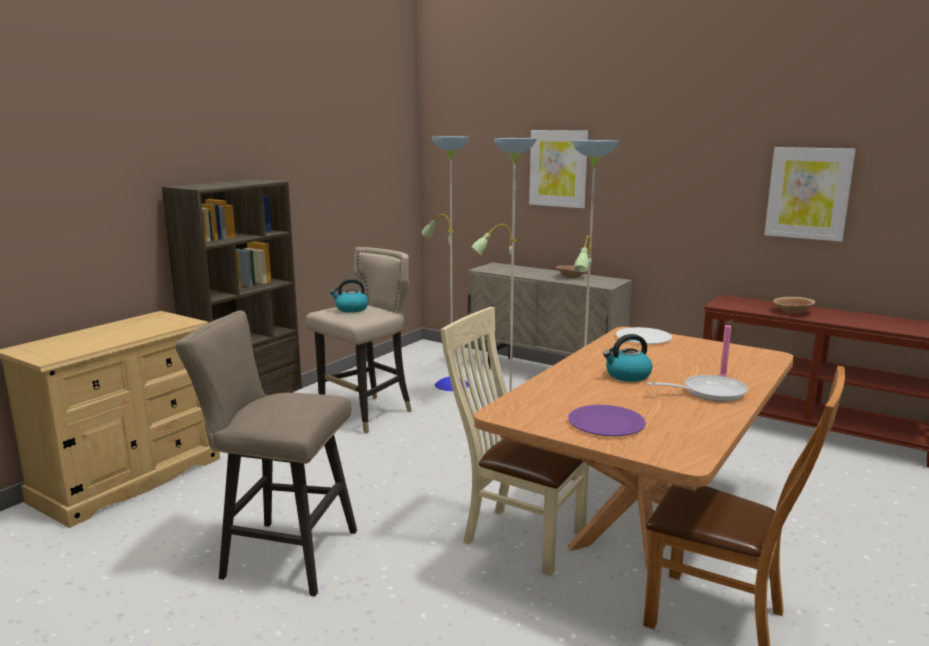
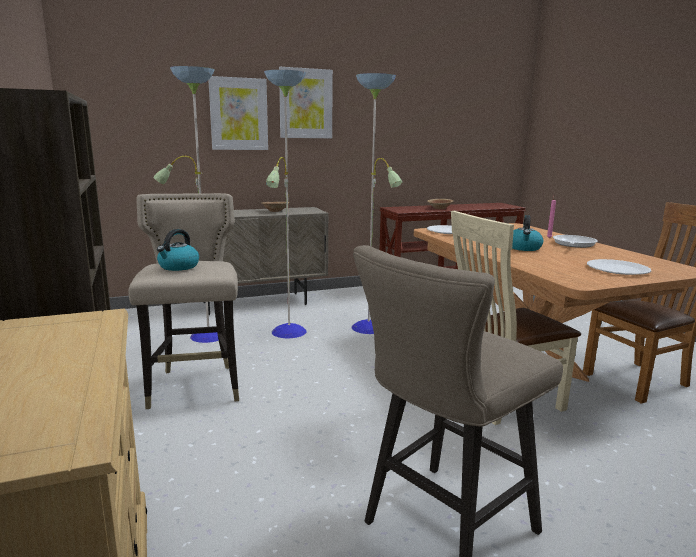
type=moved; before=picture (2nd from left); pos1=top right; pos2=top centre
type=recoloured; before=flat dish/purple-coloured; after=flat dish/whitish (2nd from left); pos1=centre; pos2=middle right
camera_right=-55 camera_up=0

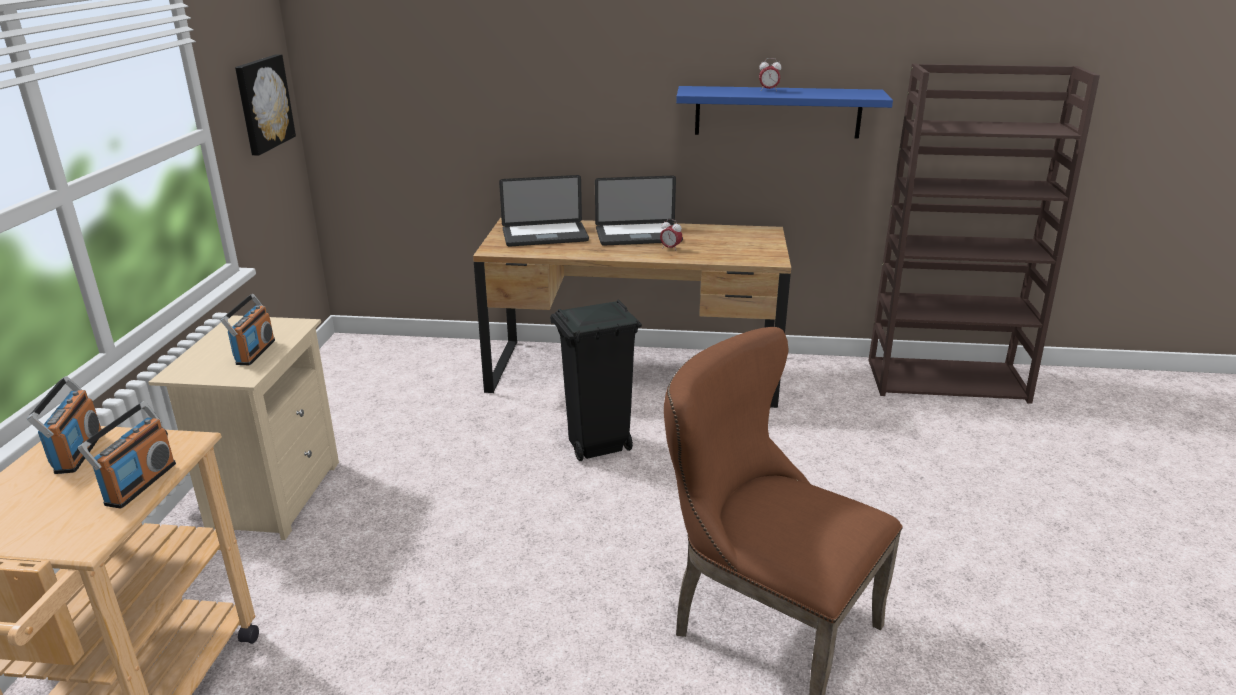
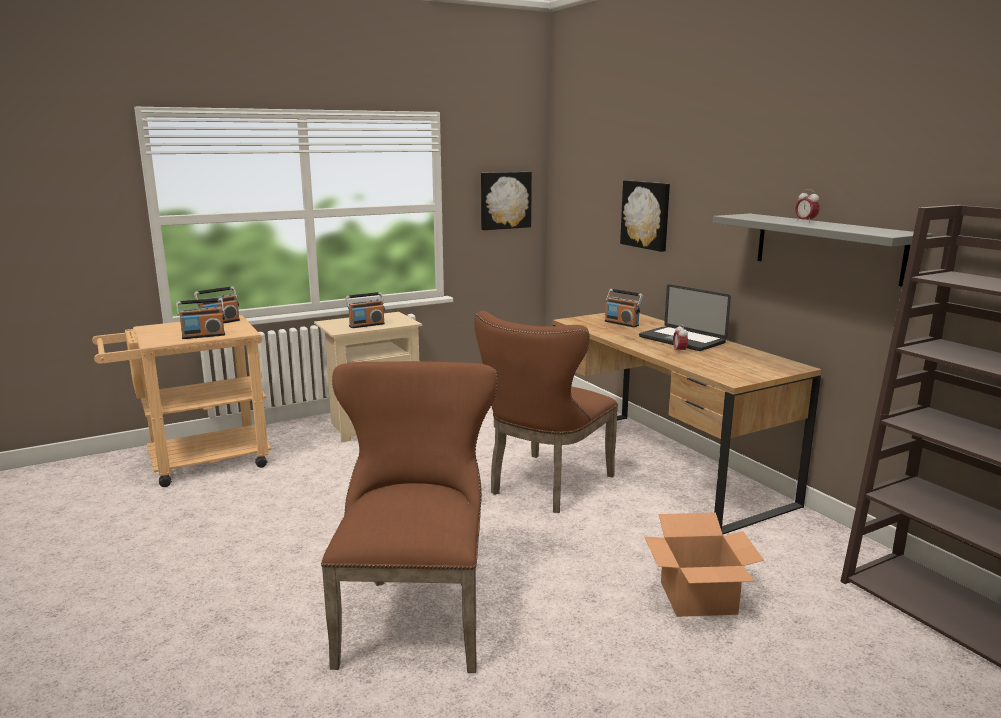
type=replaced; before=trash can/blackish; after=chair/brown-coloured (2nd from left); pos1=centre; pos2=centre
type=replaced; before=laptop (1st from left); after=radio set (4th from left); pos1=top centre; pos2=centre
type=added; after=picture (2nd from left); pos2=top centre
type=added; after=carton; pos2=bottom right
type=recoloured; before=shelf/blue-coloured; after=shelf/grey; pos1=top centre; pos2=middle right
camera_right=55 camera_up=-10

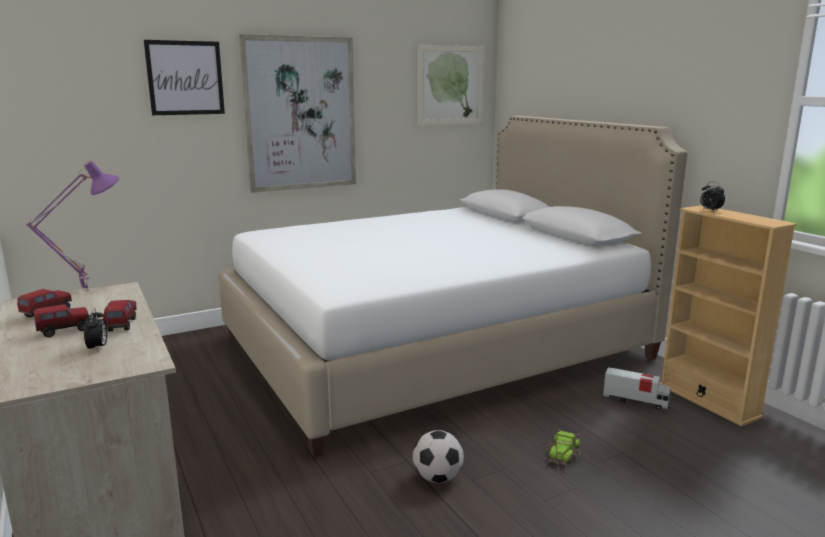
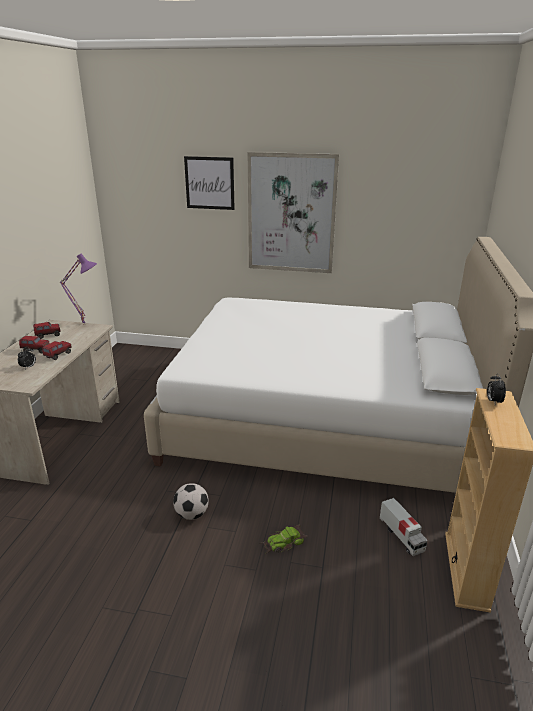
type=removed; before=picture (3rd from left); pos1=top centre
camera_right=40 camera_up=10

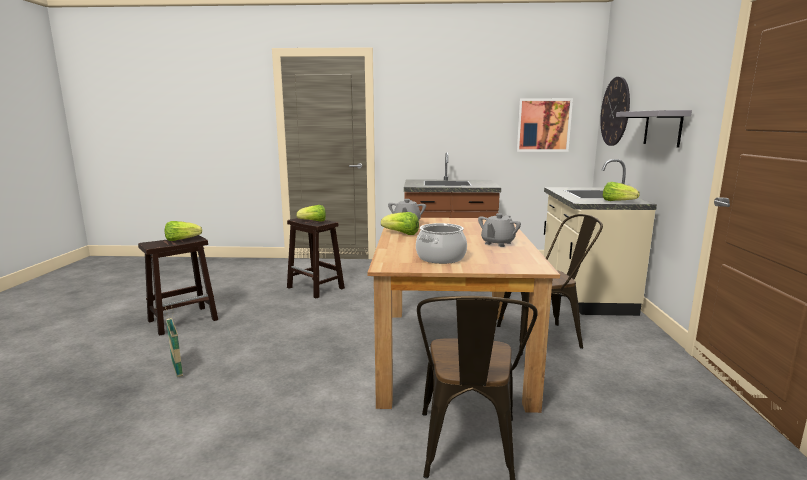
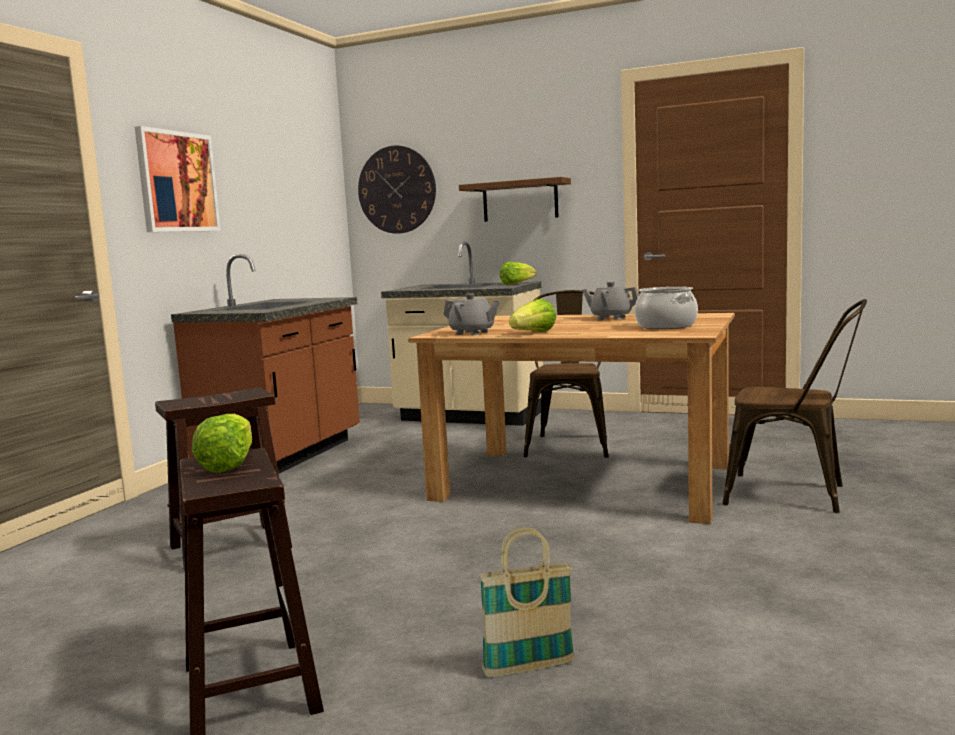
type=moved; before=picture; pos1=top right; pos2=top left
type=recoloured; before=shelf/grey; after=shelf/brown-coloured; pos1=top right; pos2=top centre
type=turned; before=tea pot/grey (2nd from left); pos1=centre; pos2=centre; turn=150
type=removed; before=lettuce head (2nd from left); pos1=centre
camera_right=-70 camera_up=-5

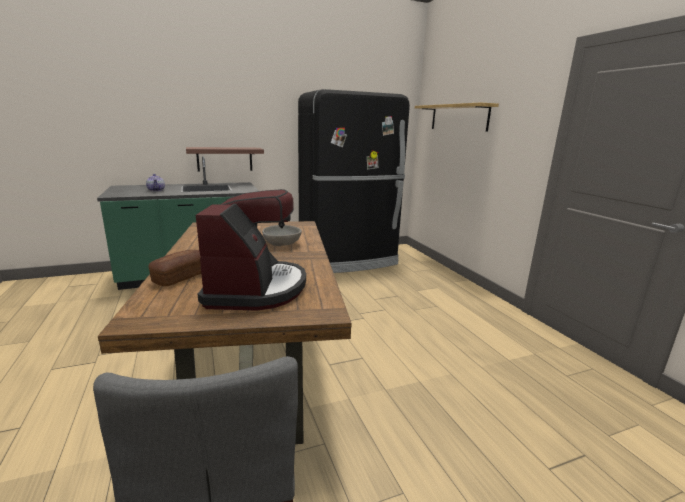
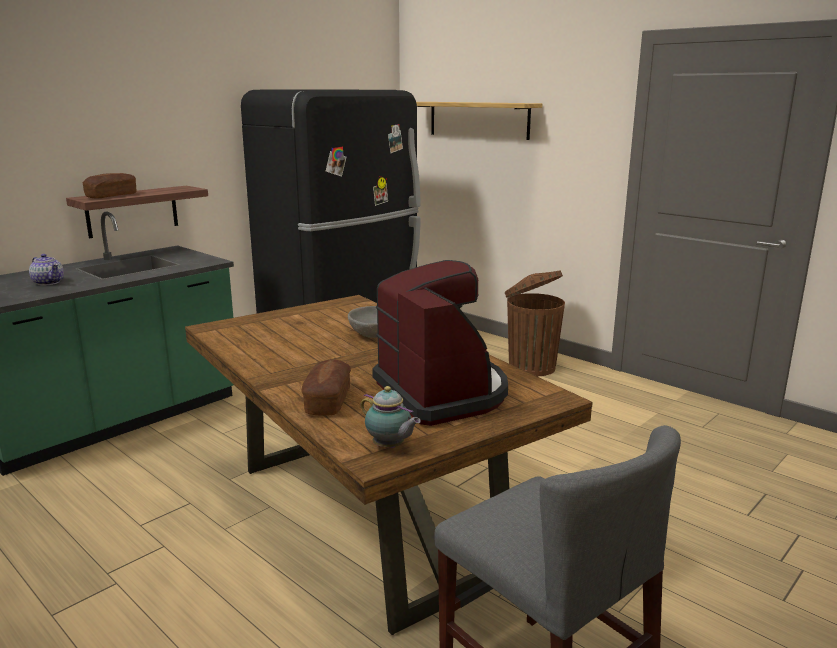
type=added; after=bakery bread (1st from left); pos2=top left
type=added; after=tea pot (2nd from left); pos2=centre
type=added; after=trash can/brown-coloured; pos2=centre
camera_right=-25 camera_up=0

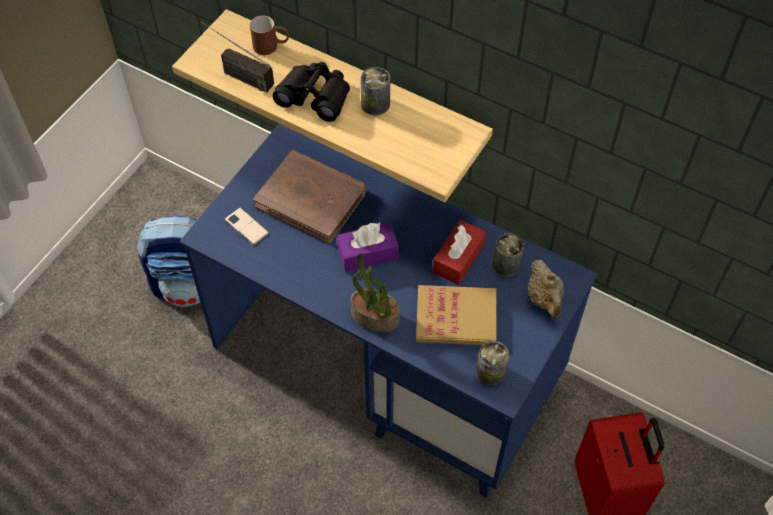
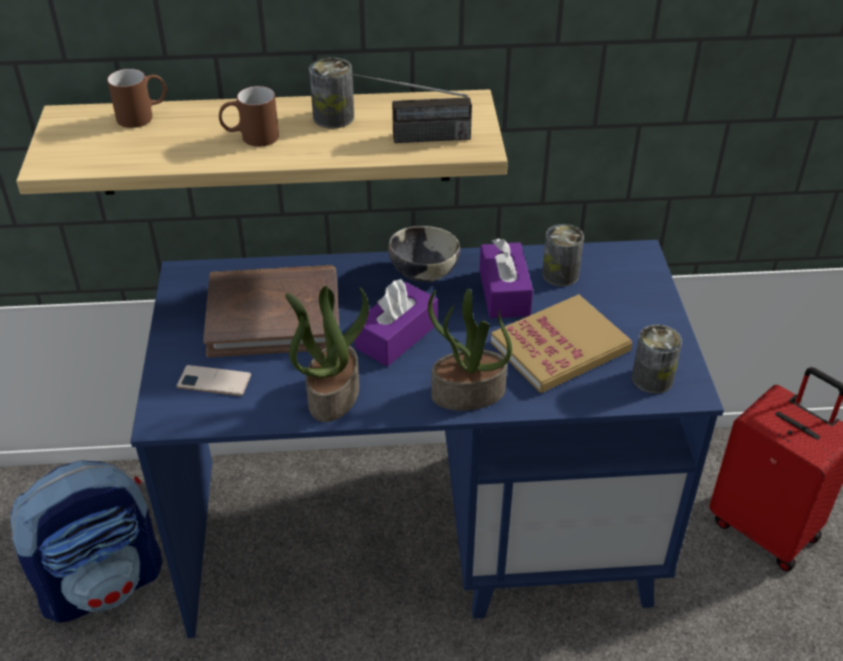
type=replaced; before=field glasses/blackish; after=coffee mug/brown-coloured (2nd from left); pos1=top centre; pos2=top left
type=added; after=houseplant (1st from left); pos2=centre
type=moved; before=radio set; pos1=top left; pos2=top centre
type=added; after=deep dish; pos2=centre
type=recoloured; before=tissue box/reddish; after=tissue box/purple-coloured (2nd from left); pos1=centre; pos2=centre
type=removed; before=tea pot/sand-coloured; pos1=middle right
camera_right=-35 camera_up=-15

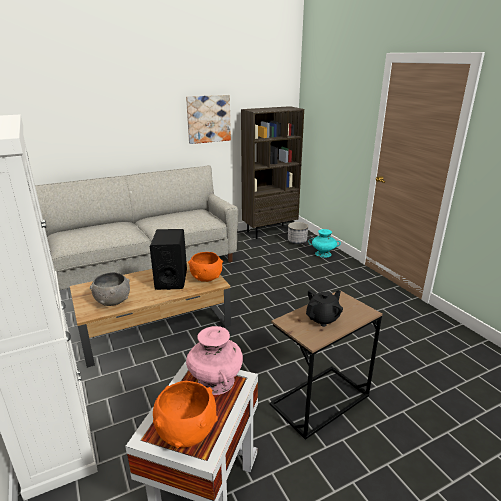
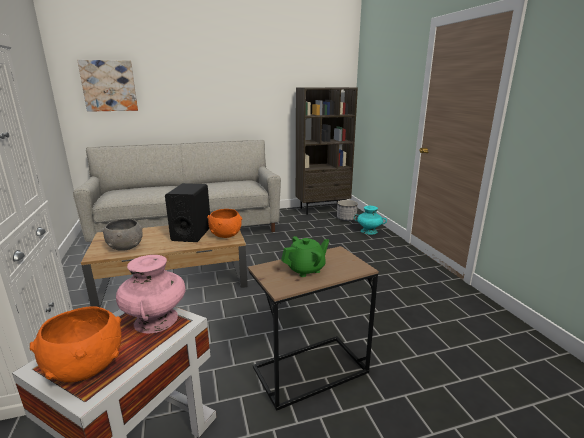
type=moved; before=picture; pos1=top centre; pos2=top left
type=recoloured; before=tea pot/blackish; after=tea pot/greenish; pos1=centre; pos2=centre
camera_right=10 camera_up=-5

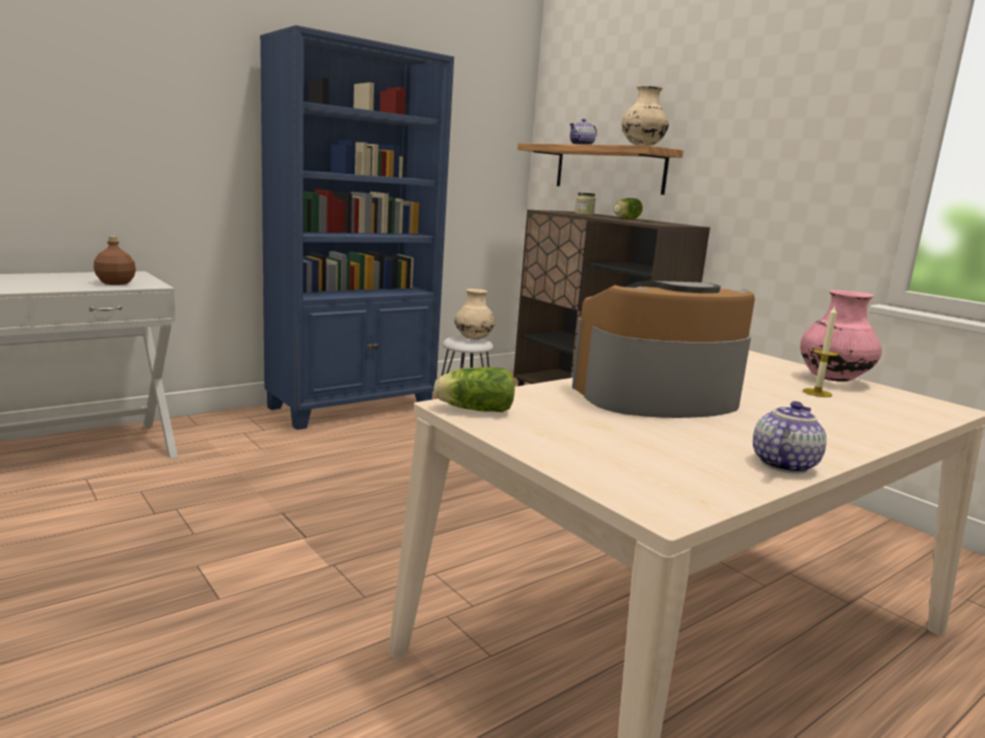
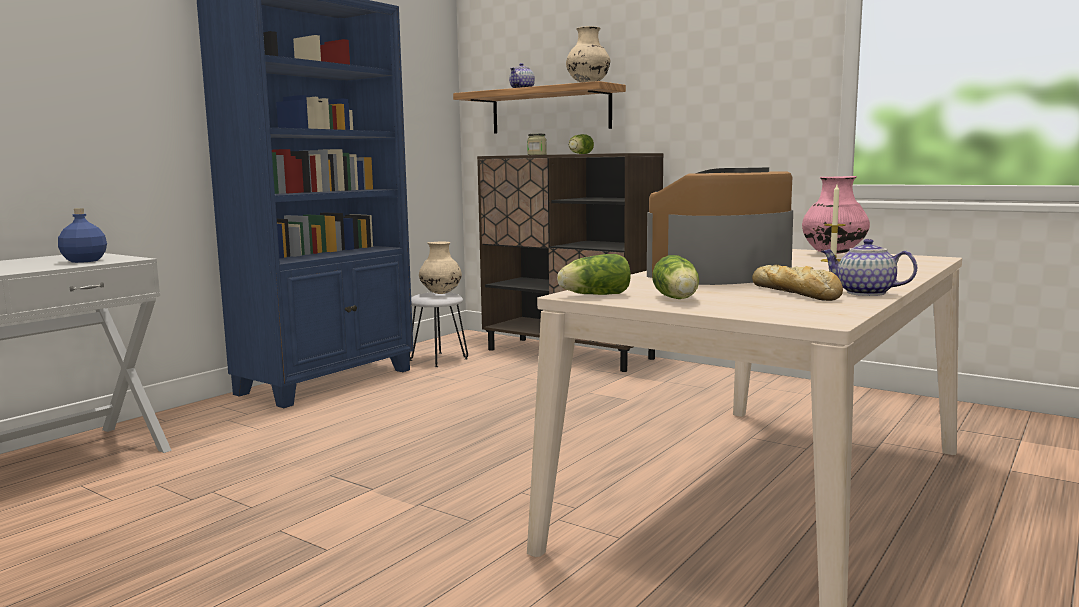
type=recoloured; before=beverage bottle/brown-coloured; after=beverage bottle/blue-coloured; pos1=middle left; pos2=middle left
type=added; after=lettuce head (3rd from left); pos2=centre
type=added; after=bakery bread; pos2=middle right
type=turned; before=tea pot (2nd from left); pos1=middle right; pos2=middle right; turn=-75
camera_right=-15 camera_up=-5

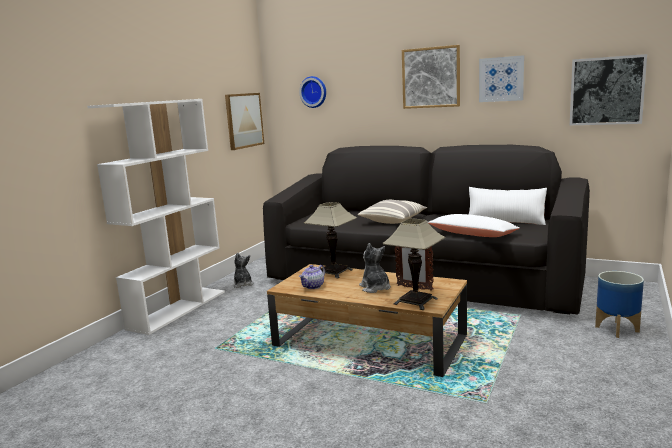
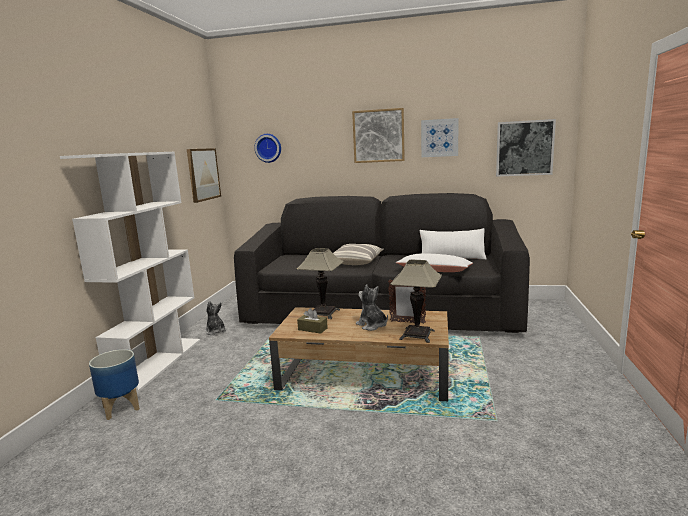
type=moved; before=planter; pos1=bottom right; pos2=bottom left
type=replaced; before=tea pot; after=tissue box/brown-coloured; pos1=centre; pos2=centre
camera_right=-15 camera_up=0

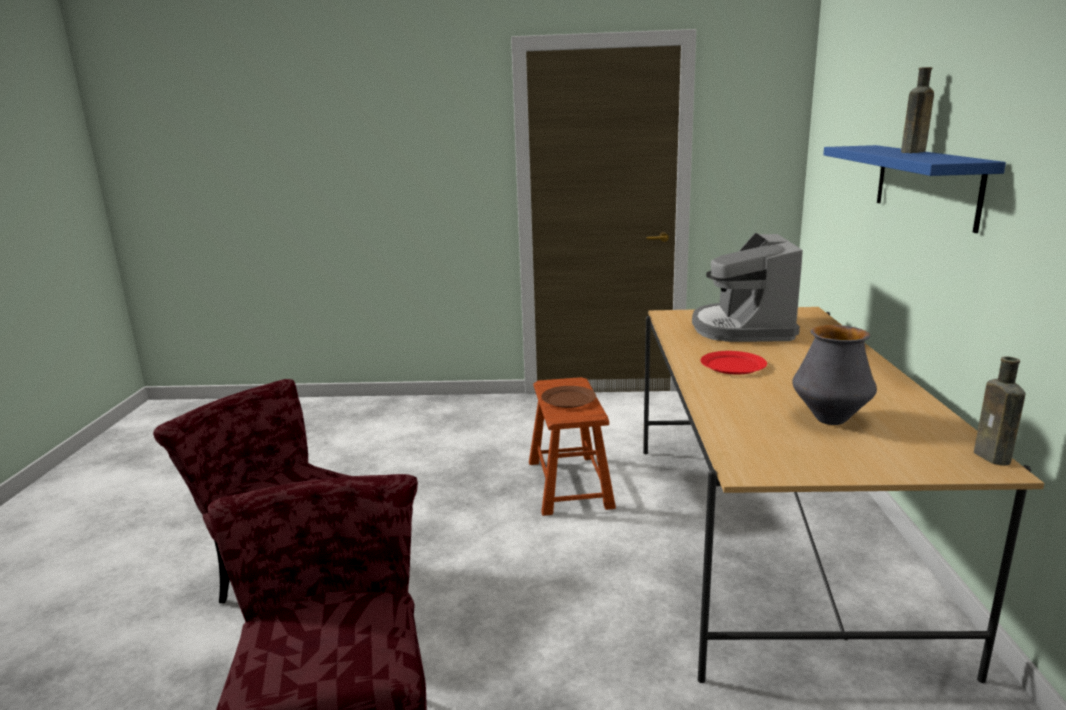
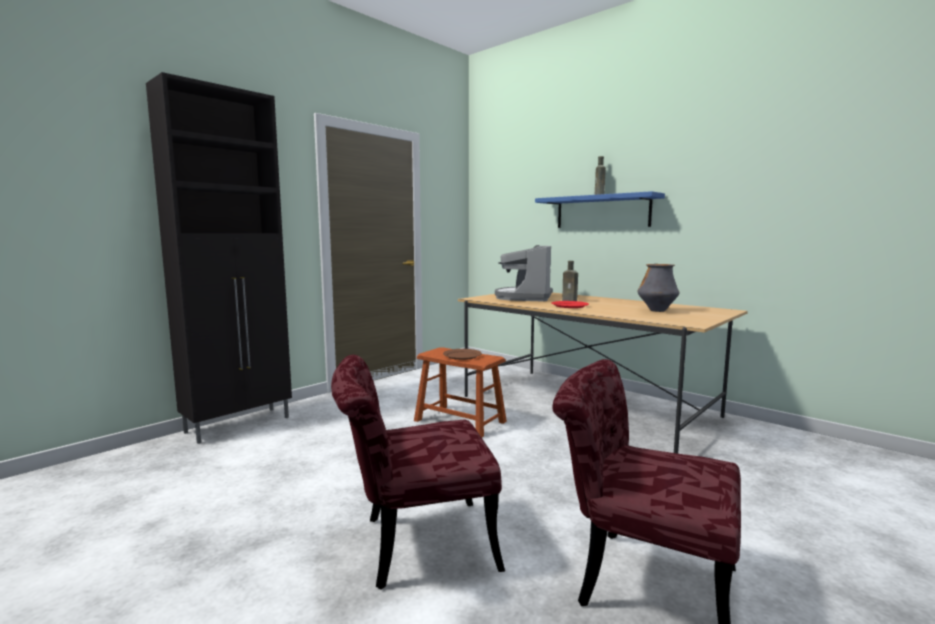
type=added; after=cabinet/blackish; pos2=middle left
type=turned; before=coffee machine; pos1=middle right; pos2=centre; turn=60
type=moved; before=beverage bottle/brown-coloured (2nd from left in the first image); after=beverage bottle/brown-coloured (1st from left); pos1=middle right; pos2=centre
camera_right=-50 camera_up=-10

